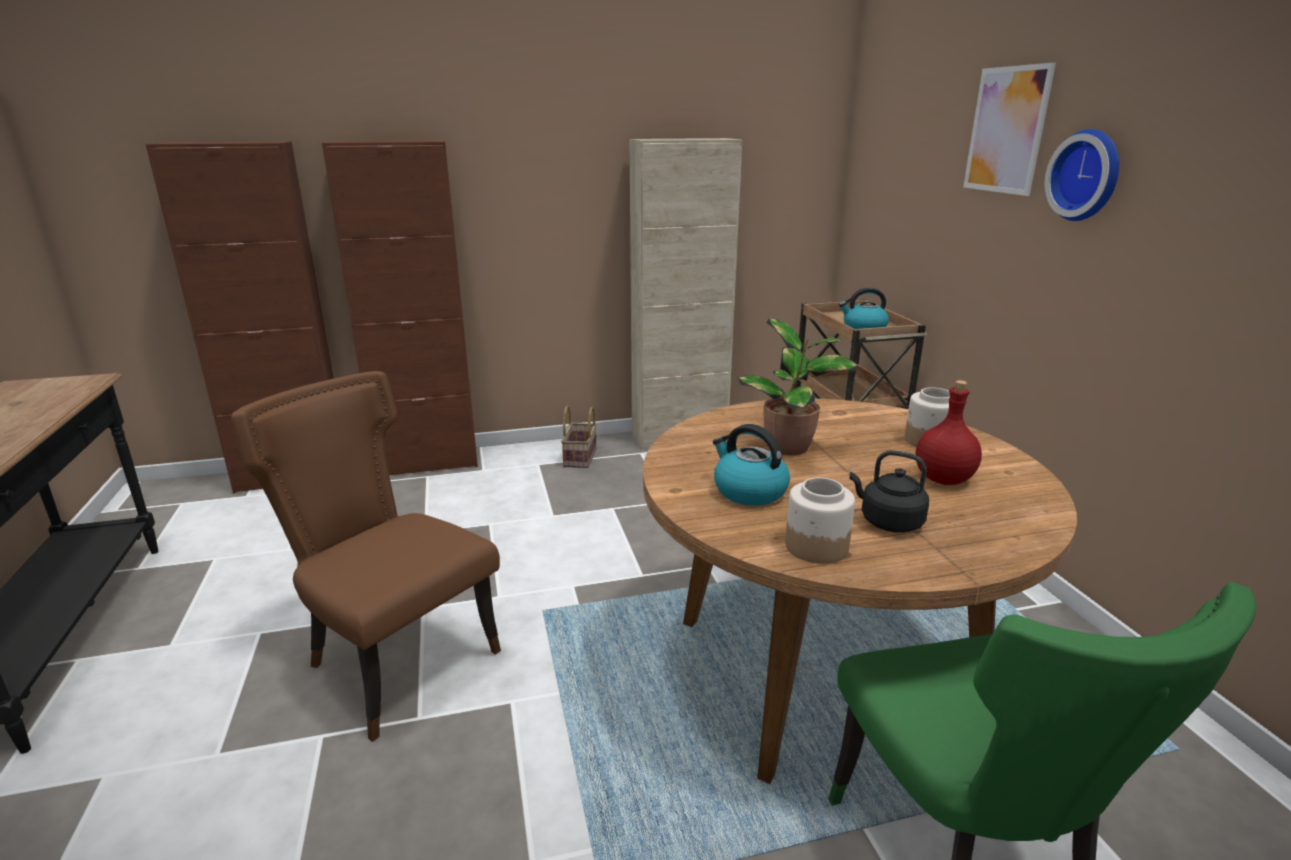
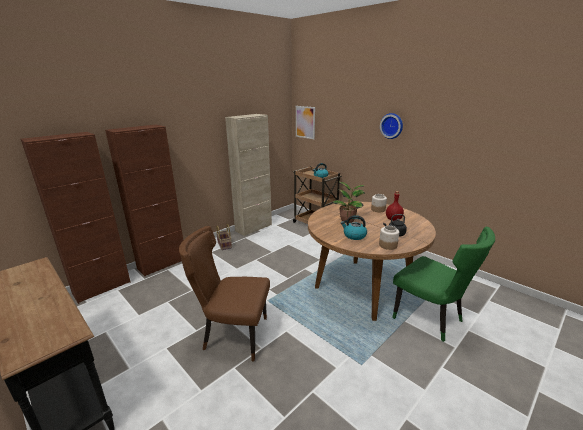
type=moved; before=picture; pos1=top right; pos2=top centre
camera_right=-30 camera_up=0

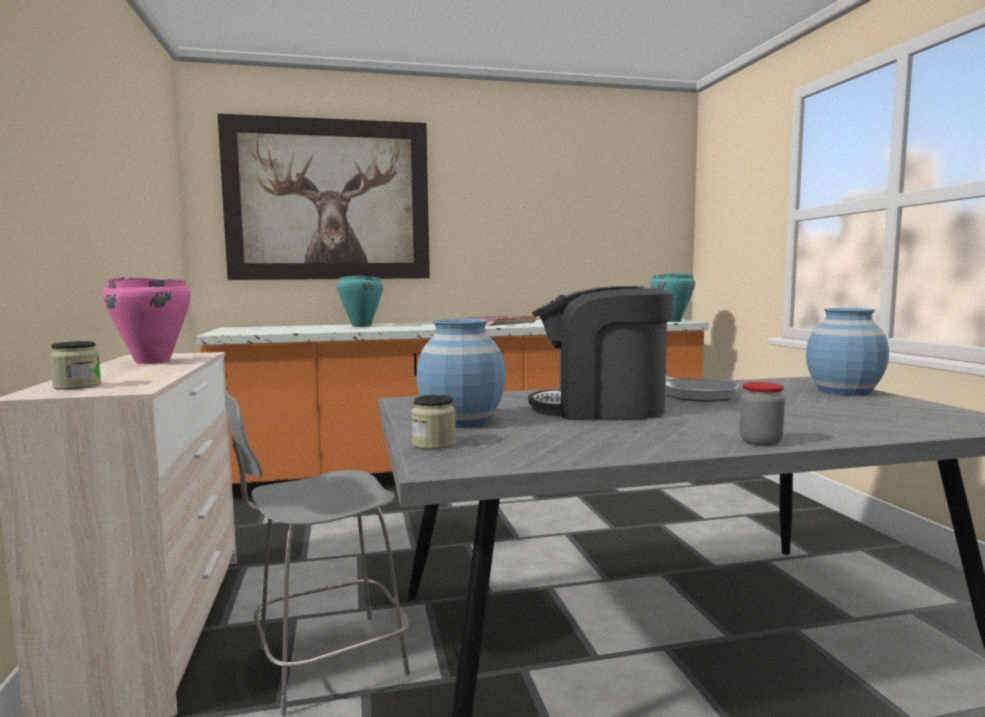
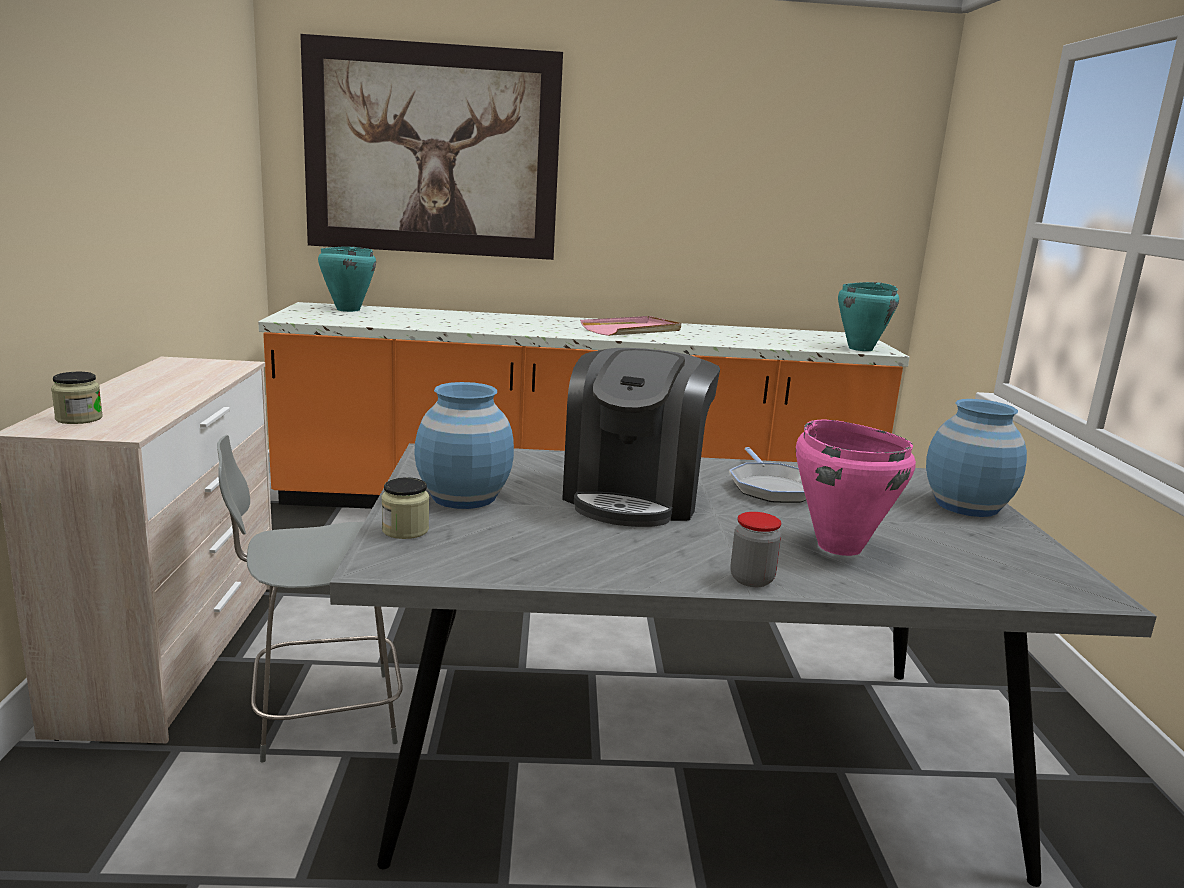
type=moved; before=saucepot/blue-green (1st from left); pos1=centre; pos2=top left
type=turned; before=coffee machine; pos1=centre; pos2=centre; turn=-90
type=moved; before=saucepot/pink; pos1=middle left; pos2=middle right
camera_right=10 camera_up=10

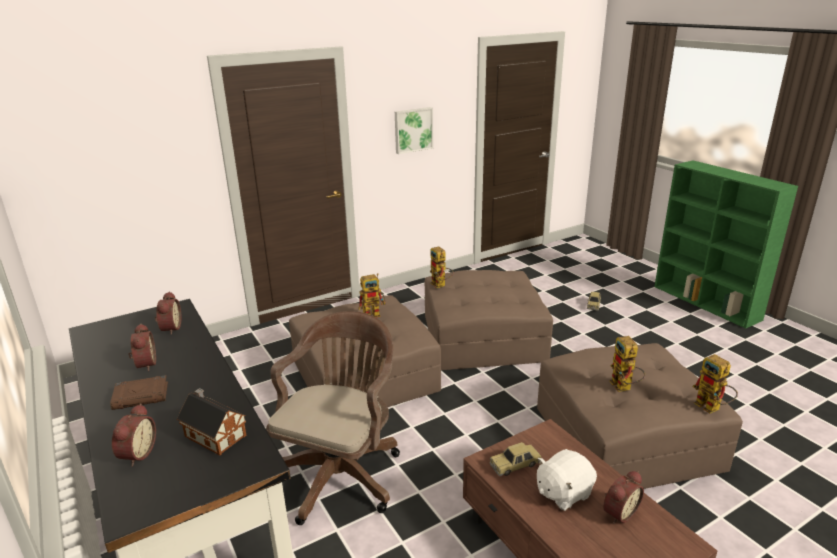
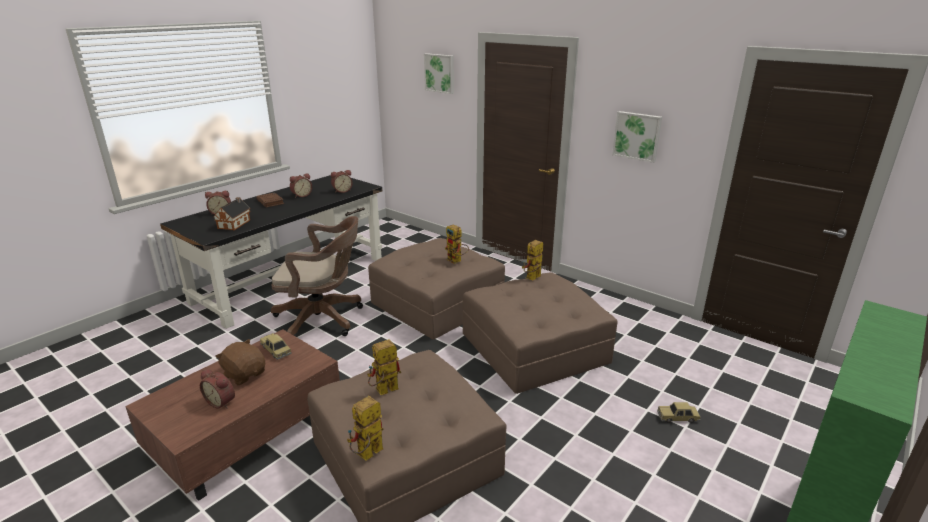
type=recoloured; before=soft toy/whitish; after=soft toy/brown-coloured; pos1=bottom right; pos2=bottom left
type=added; after=picture (1st from left); pos2=top centre
camera_right=70 camera_up=0

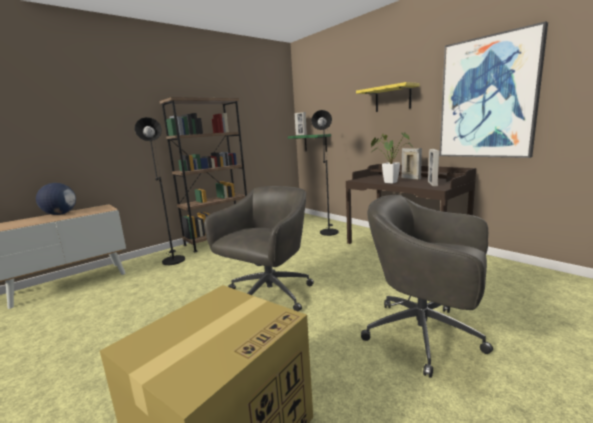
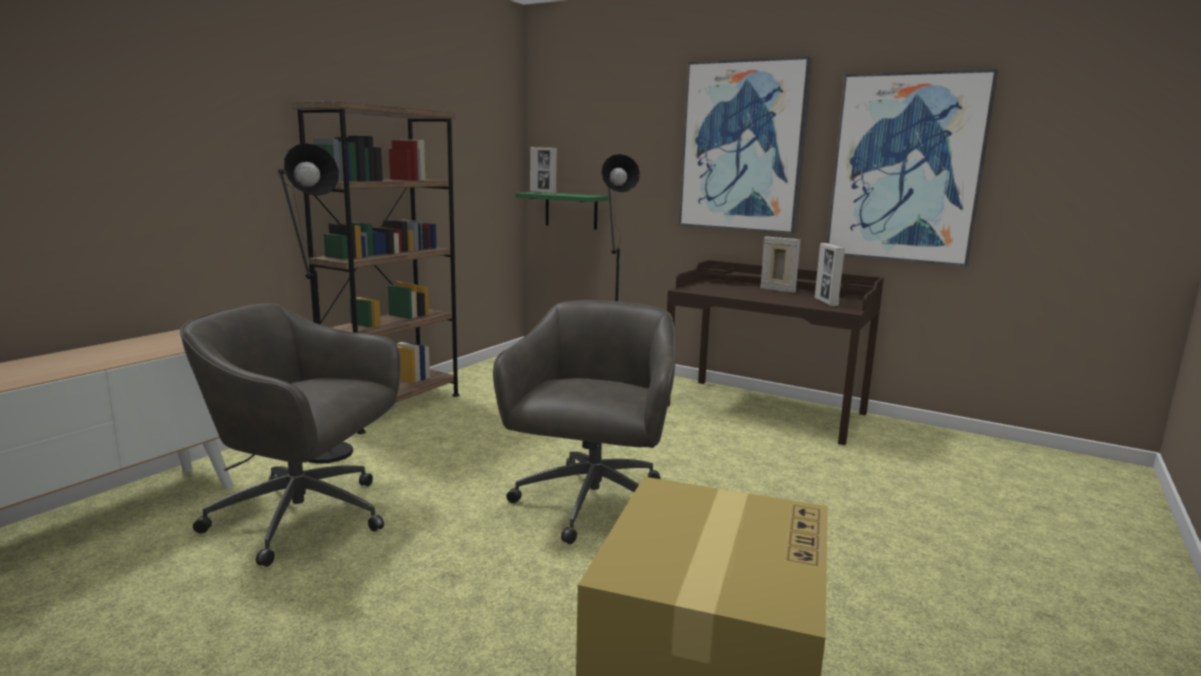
type=moved; before=computer chair/grey (2nd from left in the first image); after=computer chair/grey (1st from left); pos1=bottom right; pos2=middle left
type=replaced; before=shelf/yellowish; after=picture (1st from left); pos1=top centre; pos2=top centre
type=removed; before=world globe; pos1=middle left
type=removed; before=houseplant; pos1=centre
camera_right=-20 camera_up=0

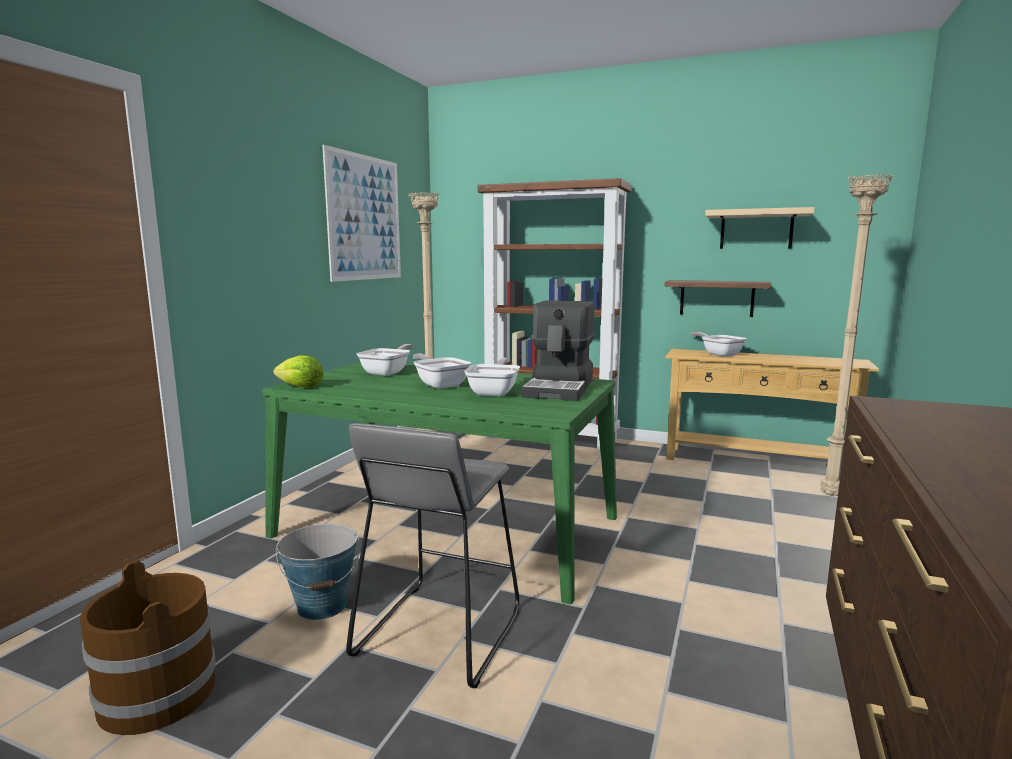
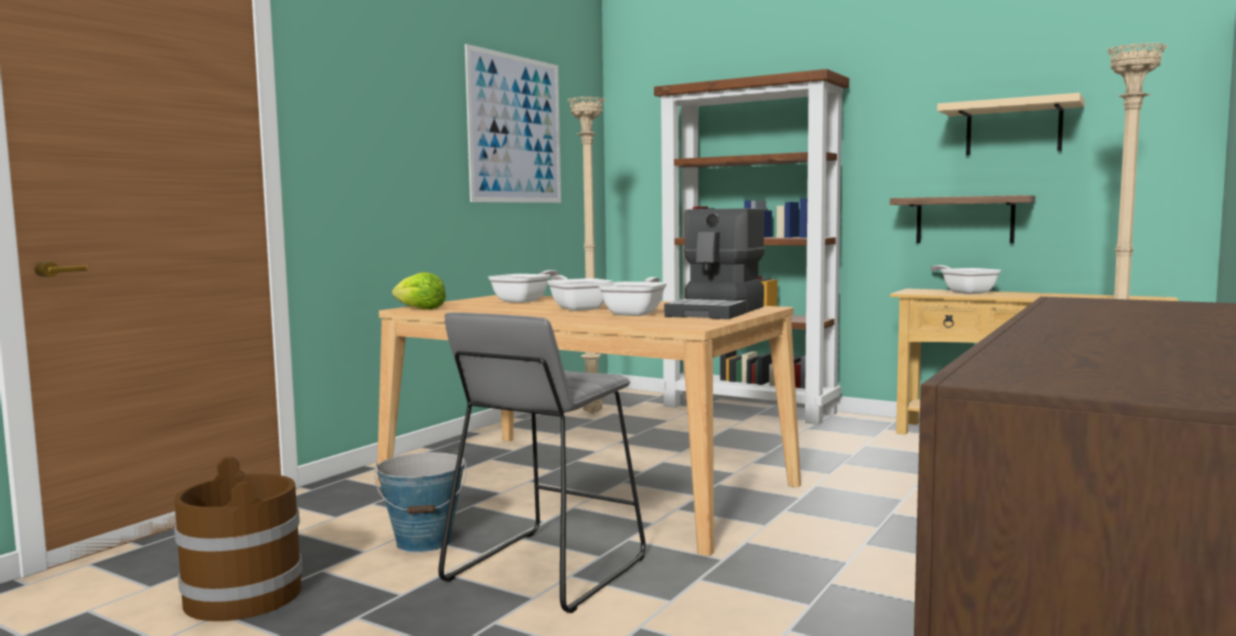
type=recoloured; before=dining table/greenish; after=dining table/sand-coloured; pos1=centre; pos2=bottom centre
camera_right=10 camera_up=-5

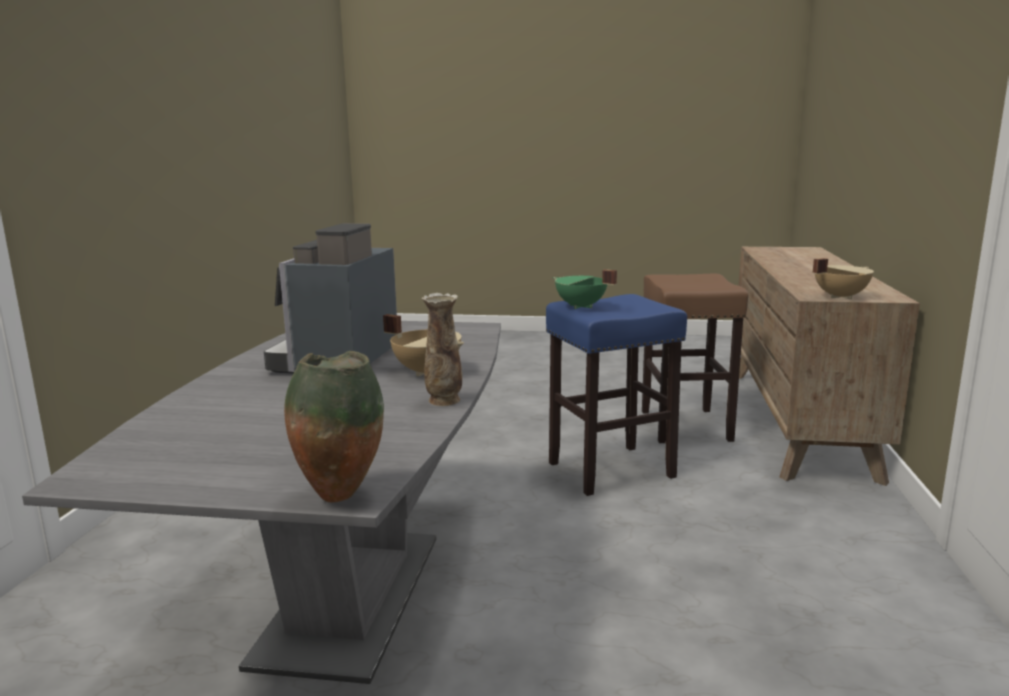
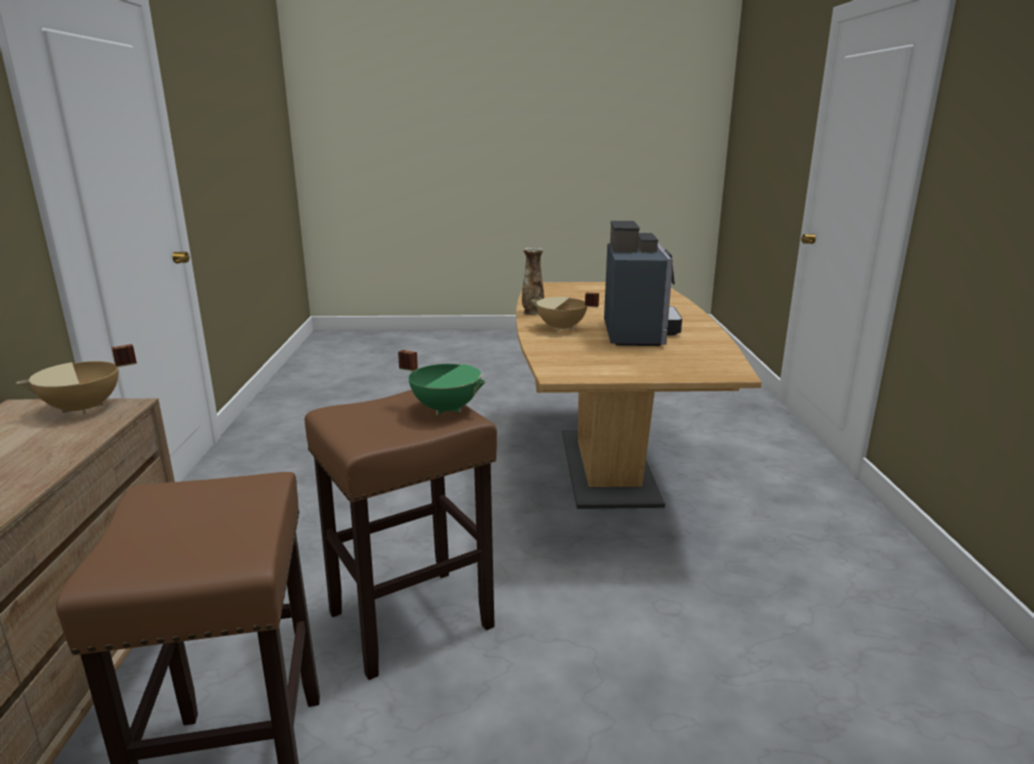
type=recoloured; before=sitting stool/blue-coloured; after=sitting stool/brown-coloured (2nd from left); pos1=centre; pos2=bottom centre
type=recoloured; before=dining table/grey; after=dining table/brown-coloured; pos1=bottom left; pos2=centre
type=removed; before=vase (1st from left); pos1=middle left
camera_right=170 camera_up=5

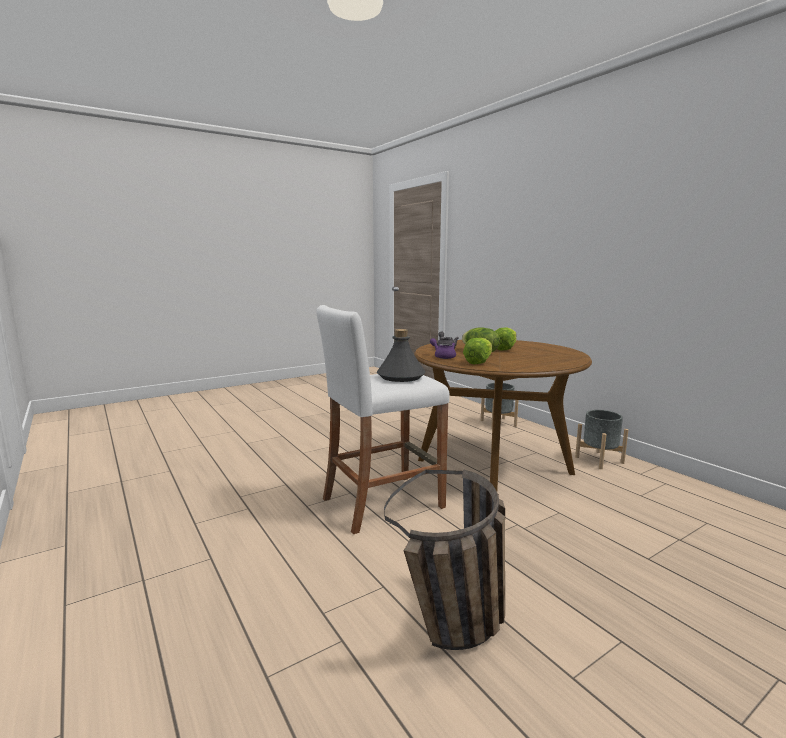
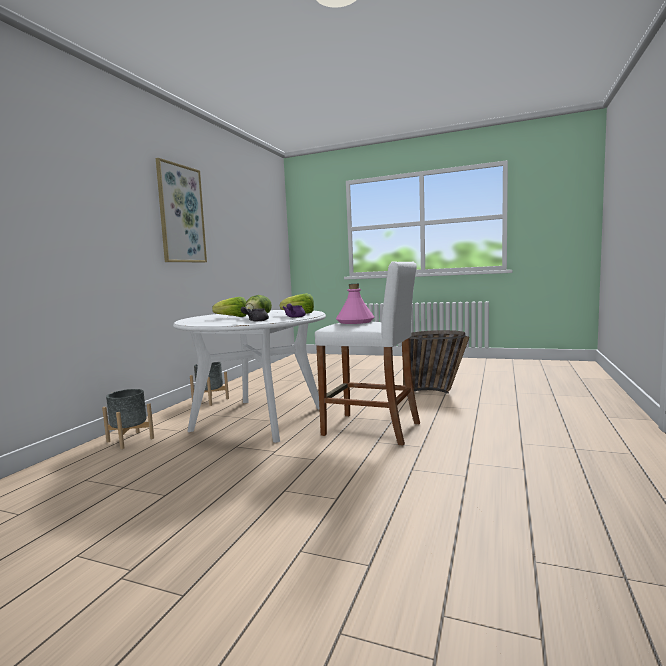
type=added; after=picture; pos2=top left
type=recoloured; before=dining table/brown-coloured; after=dining table/whitish; pos1=centre; pos2=centre
type=recoloured; before=beverage bottle/grey; after=beverage bottle/pink; pos1=centre; pos2=centre
camera_right=-125 camera_up=-5

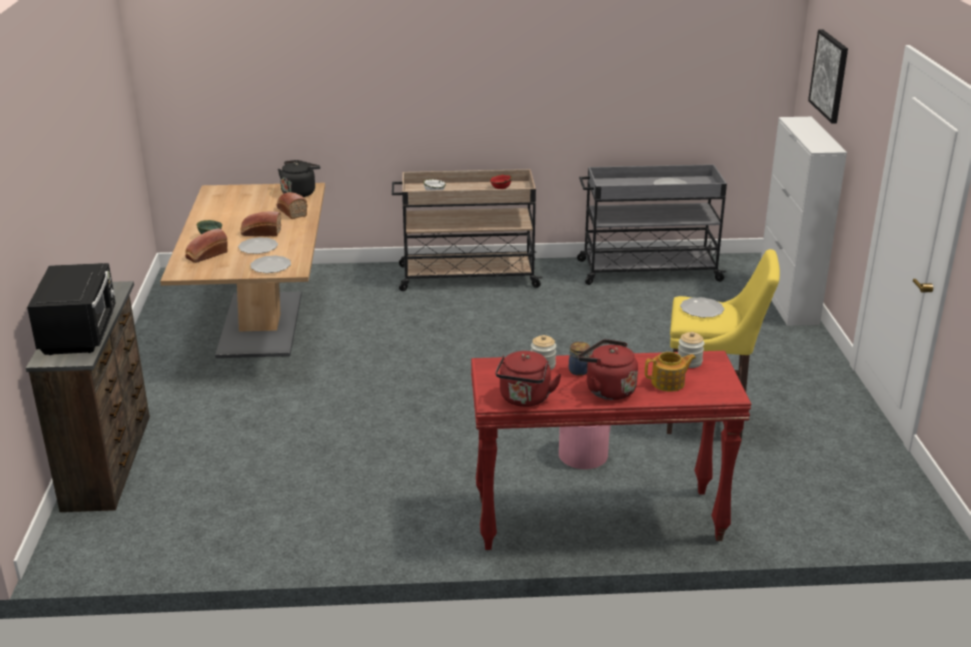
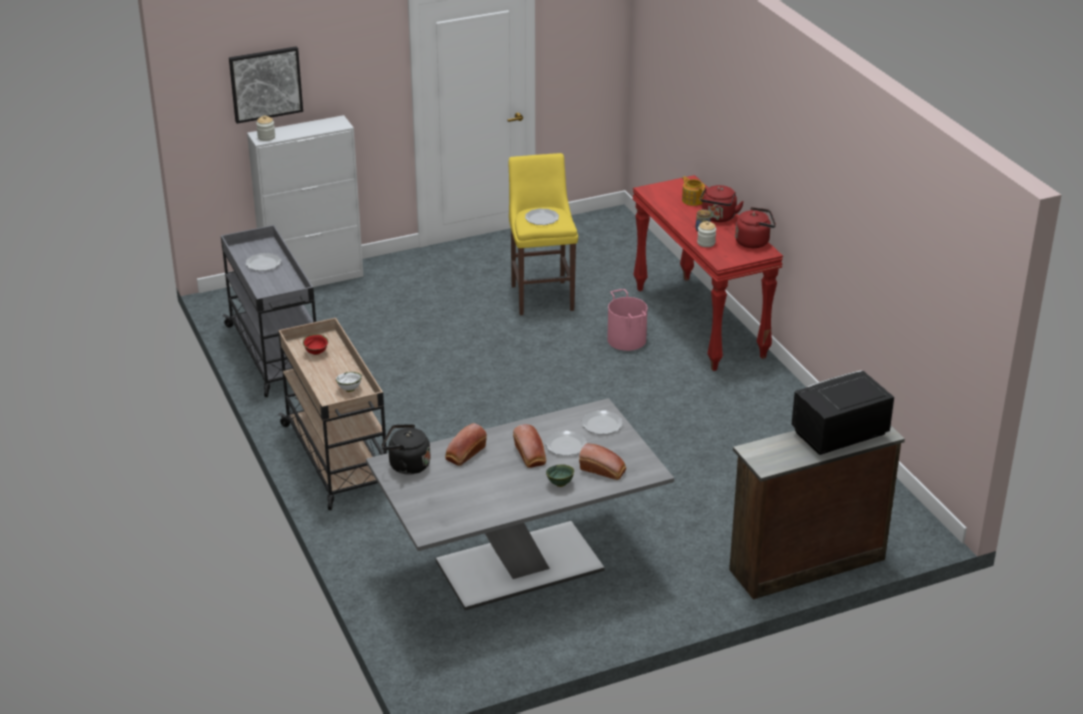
type=moved; before=storage jar (3rd from left in the first image); after=storage jar (1st from left); pos1=middle right; pos2=top left
type=recoloured; before=dining table/brown-coloured; after=dining table/grey; pos1=middle left; pos2=bottom centre
camera_right=-110 camera_up=5

